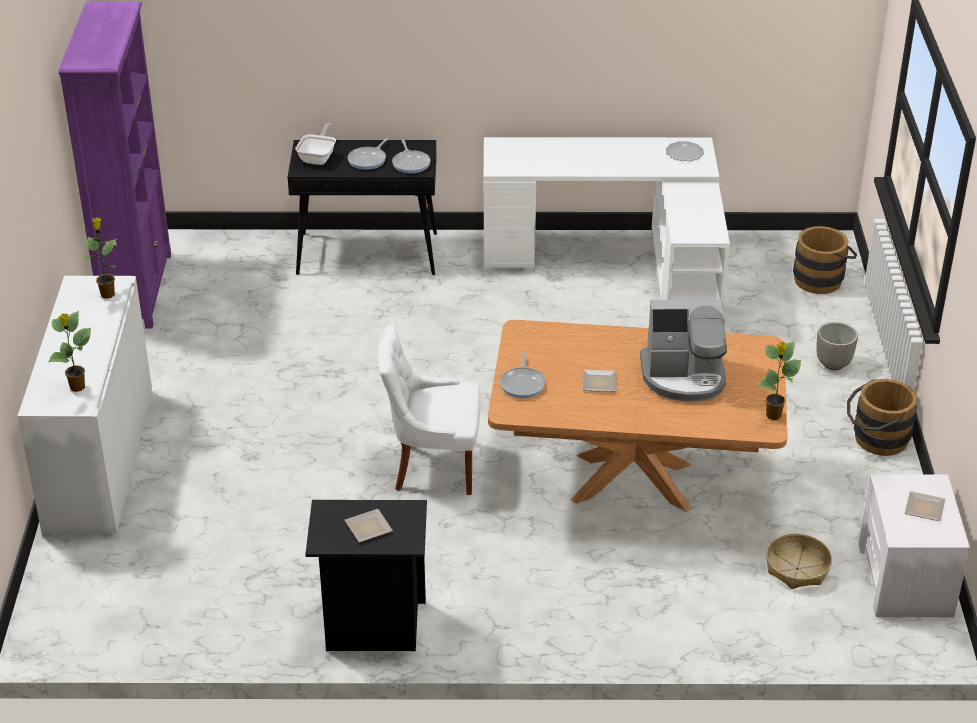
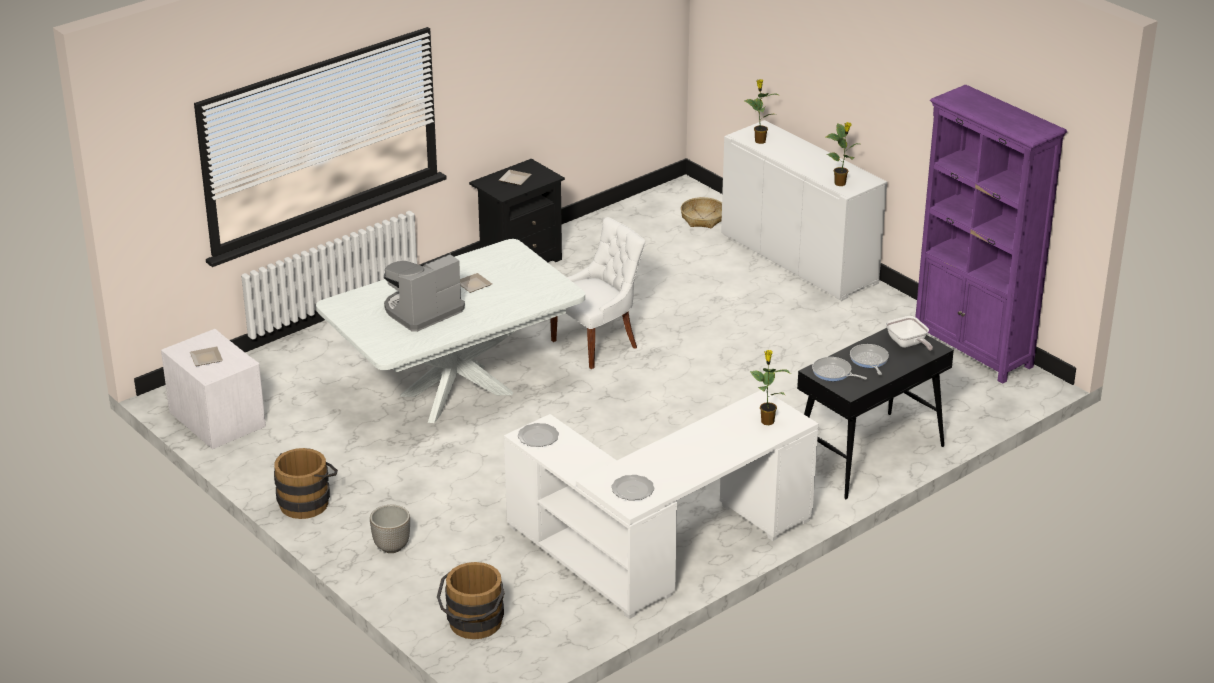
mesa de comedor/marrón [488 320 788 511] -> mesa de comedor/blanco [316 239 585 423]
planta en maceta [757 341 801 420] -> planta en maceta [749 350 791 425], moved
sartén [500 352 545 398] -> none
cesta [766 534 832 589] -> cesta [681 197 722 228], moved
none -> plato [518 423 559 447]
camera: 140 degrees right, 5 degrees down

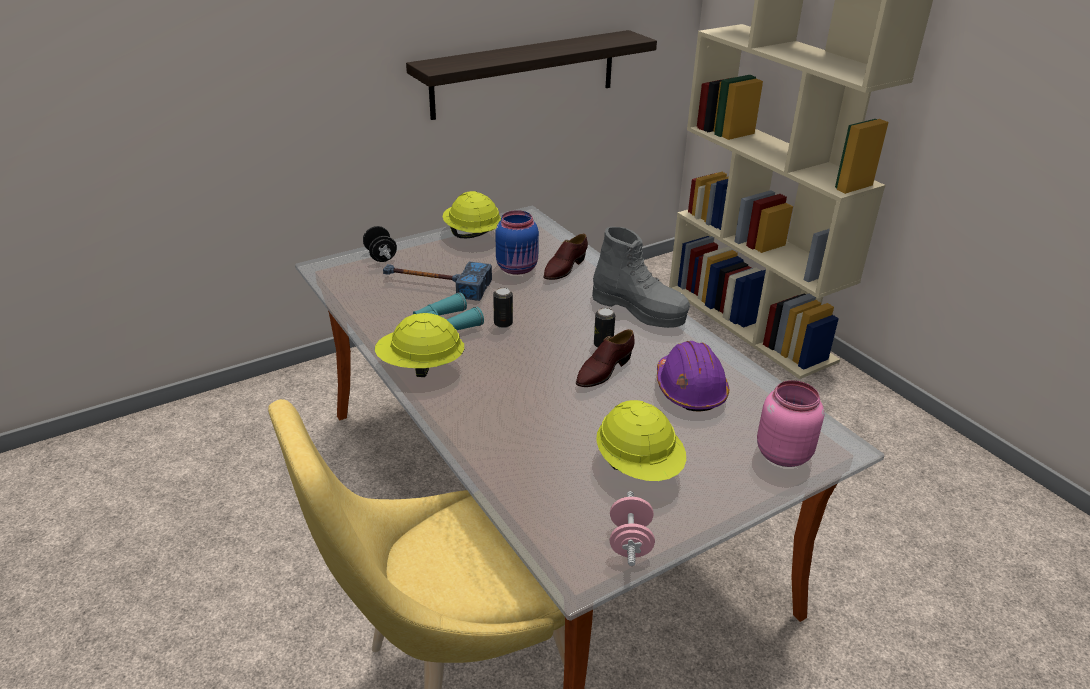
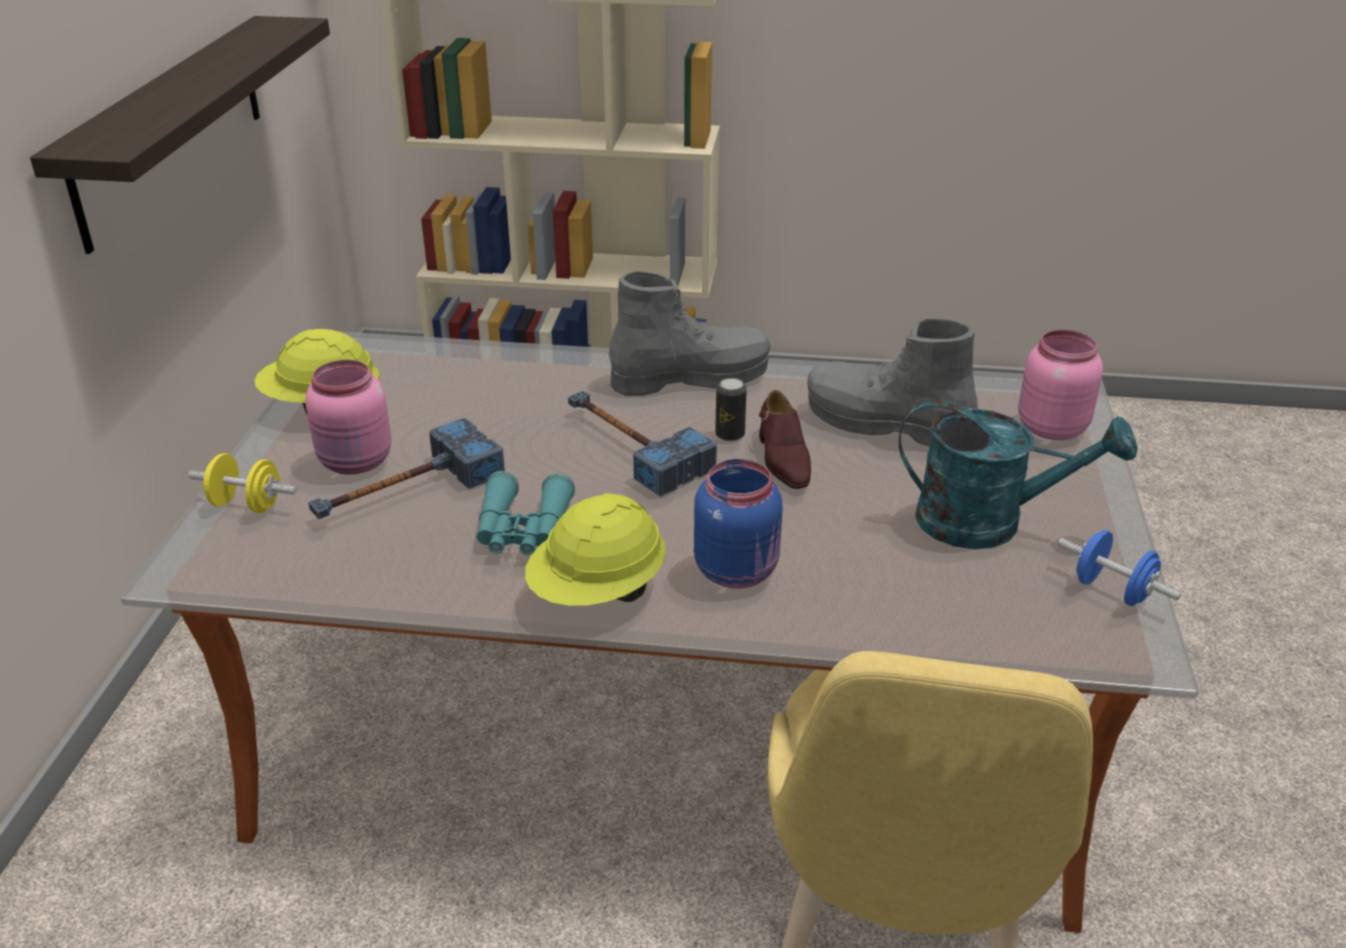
tarro/azul [495 210 539 275] -> tarro/azul [694 459 783 589], moved
mancuerna/negro [363 226 397 262] -> mancuerna/amarillo [188 453 297 513]
zapato/marrón [543 234 588 280] -> none
lata [493 287 513 328] -> none
casco/morado [657 341 729 412] -> bota/gris [807 318 977 447]
casco/amarillo [596 400 686 481] -> regadera/turquesa [899 399 1138 549]
mancuerna/rosa [610 491 655 566] -> mancuerna/azul [1058 530 1181 606]
none -> tarro/rosa [305 360 391 475]
none -> martillo [568 391 717 497]
camera: 50 degrees left, 0 degrees up

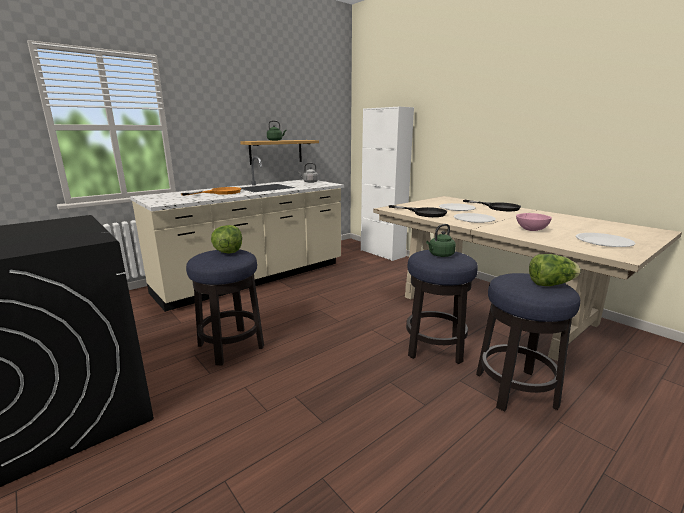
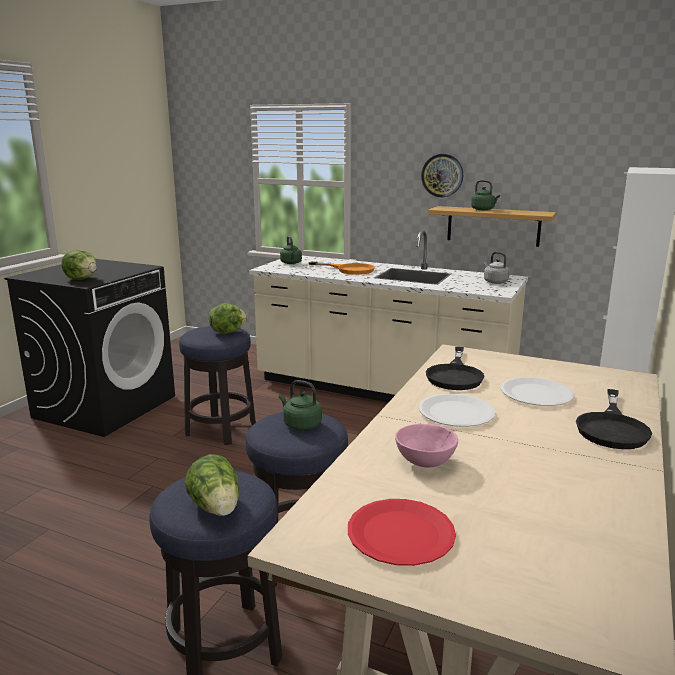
plato/blanco [576 233 635 247] -> plato/rojo [348 499 456 566]
none -> reloj de pared [421 154 463 197]
none -> hervidor/verde [280 236 302 264]
none -> lechuga [61 250 97 280]
camera: 65 degrees right, 0 degrees up

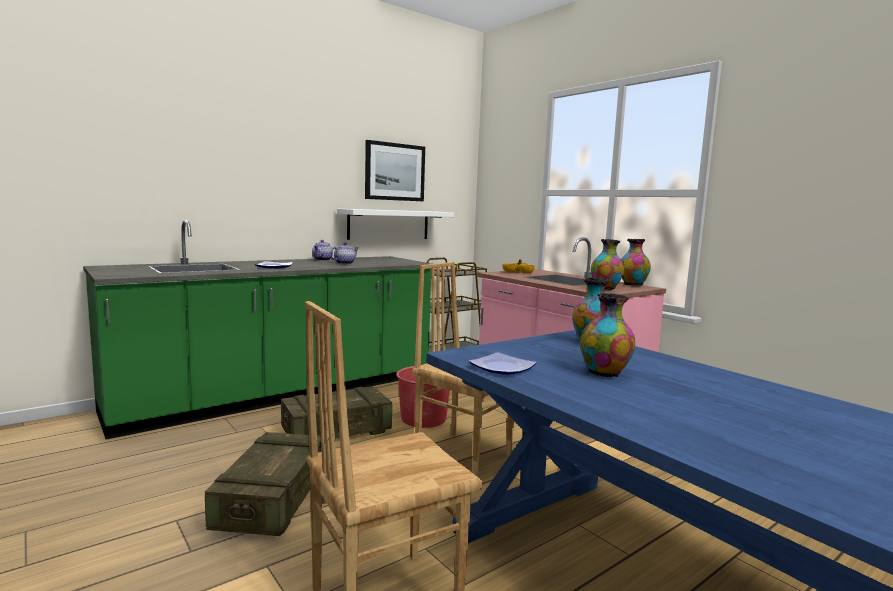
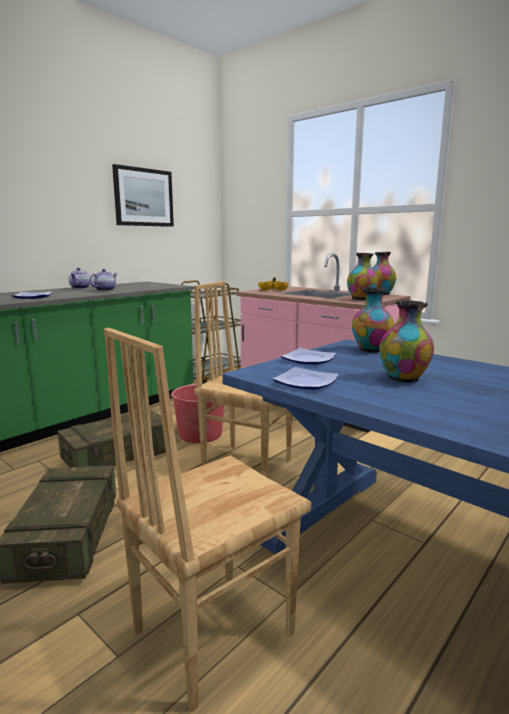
estante/blanco [337 209 454 240] -> none
none -> plato [281 348 337 365]
camera: 10 degrees left, 5 degrees up

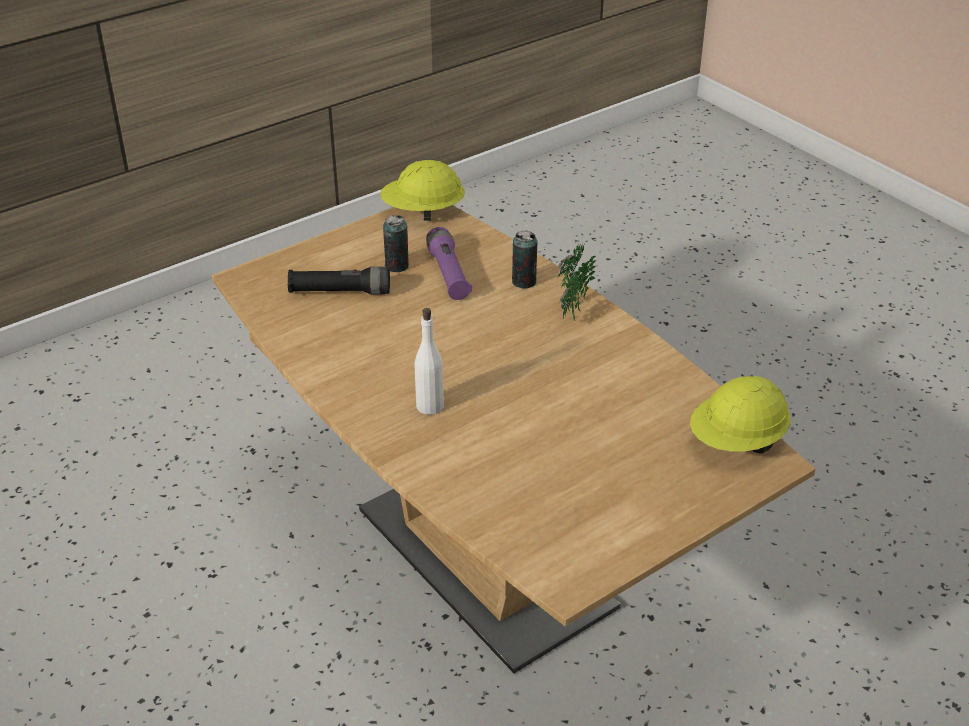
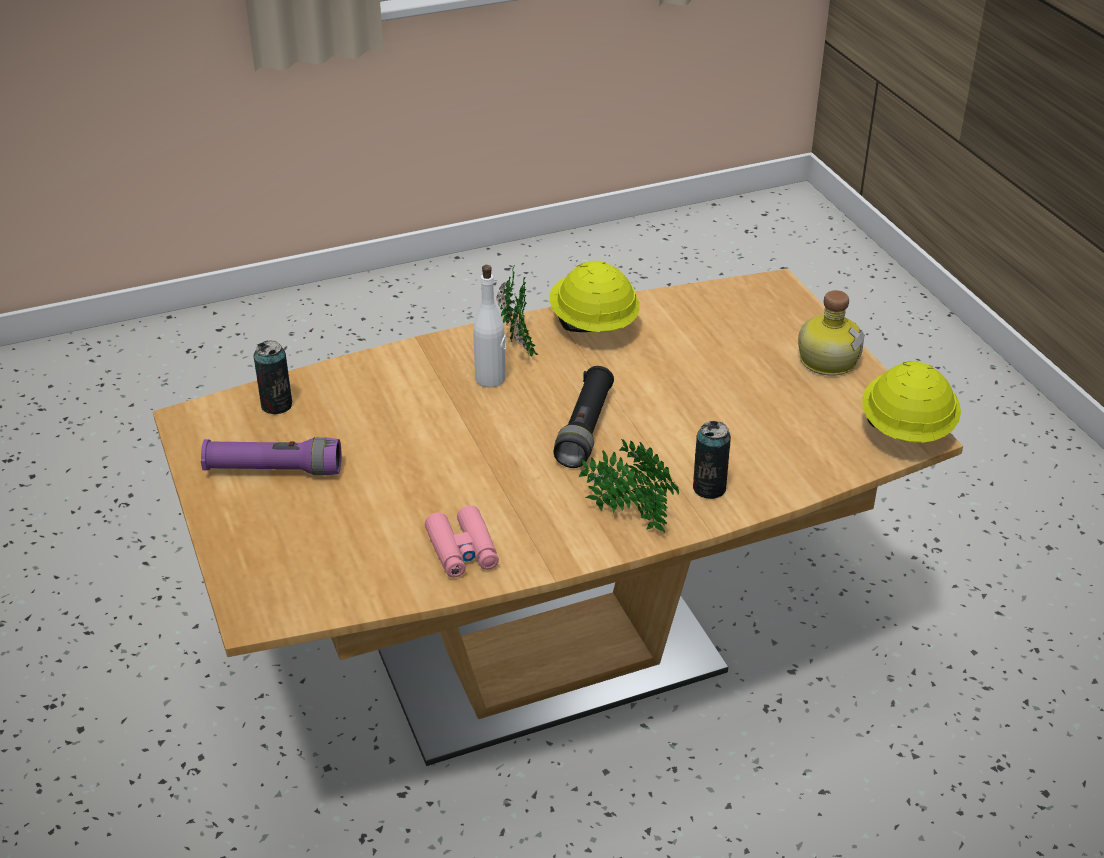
lata [383 215 409 272] -> lata [254 340 292 414], moved
linterna/morado [426 227 472 300] -> linterna/morado [201 437 341 475], moved
linterna/negro [288 266 390 295] -> linterna/negro [553 366 614 468], moved
casco/amarillo [690 376 791 453] -> casco/amarillo [549 261 639 332], moved
none -> planta en maceta [496 266 538 357]
none -> botella [798 290 865 376]
none -> prismáticos/rosa [425 505 499 578]
camera: 105 degrees right, 0 degrees up

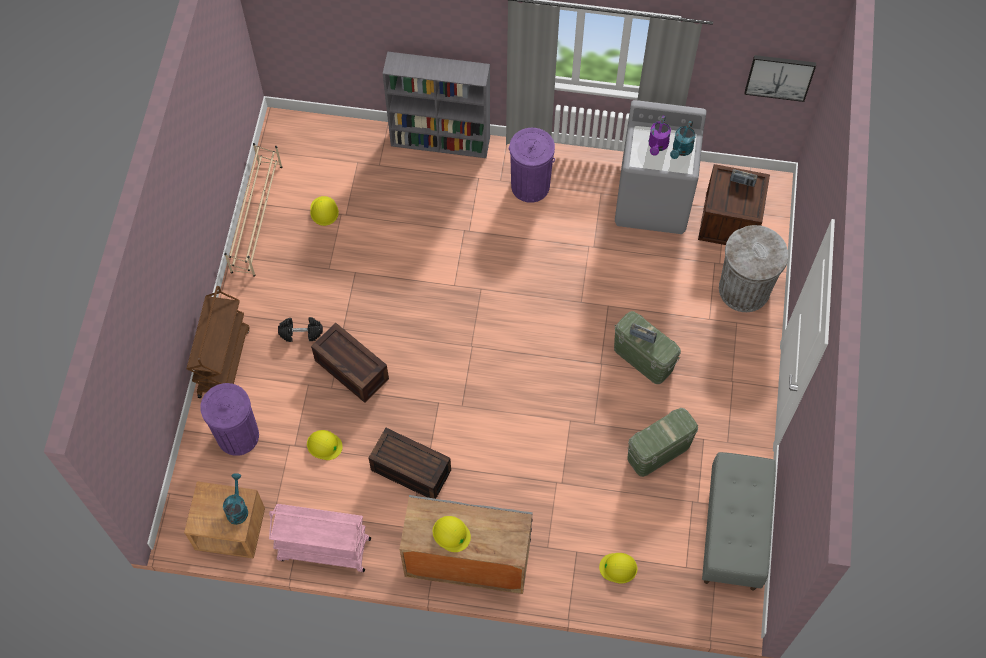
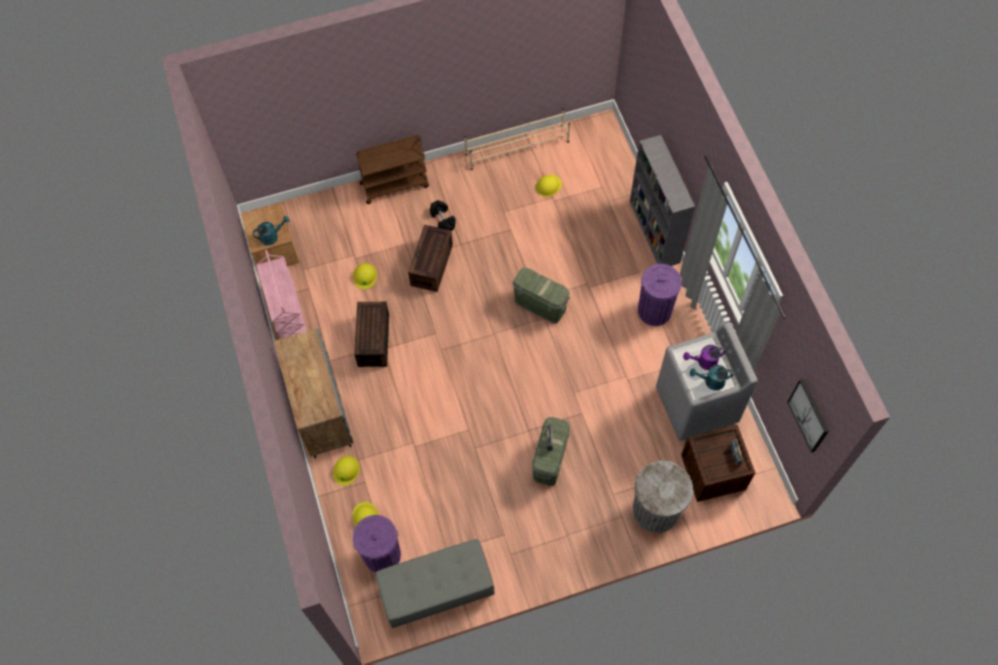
papelera/morado [200 383 259 456] -> papelera/morado [353 515 401 572], moved
caja de almacenaje/verde [627 408 698 477] -> caja de almacenaje/verde [512 267 570 323], moved
casco/amarillo [433 516 471 552] -> casco/amarillo [333 456 360 486], moved
camera: 65 degrees right, 0 degrees up

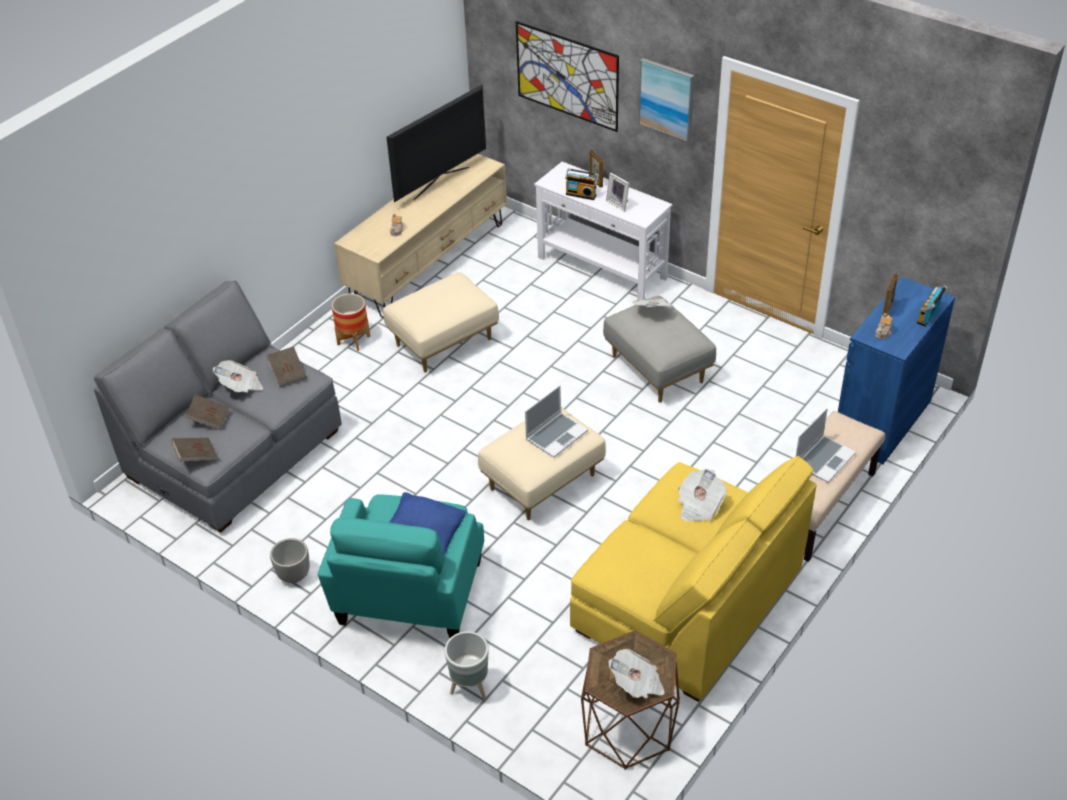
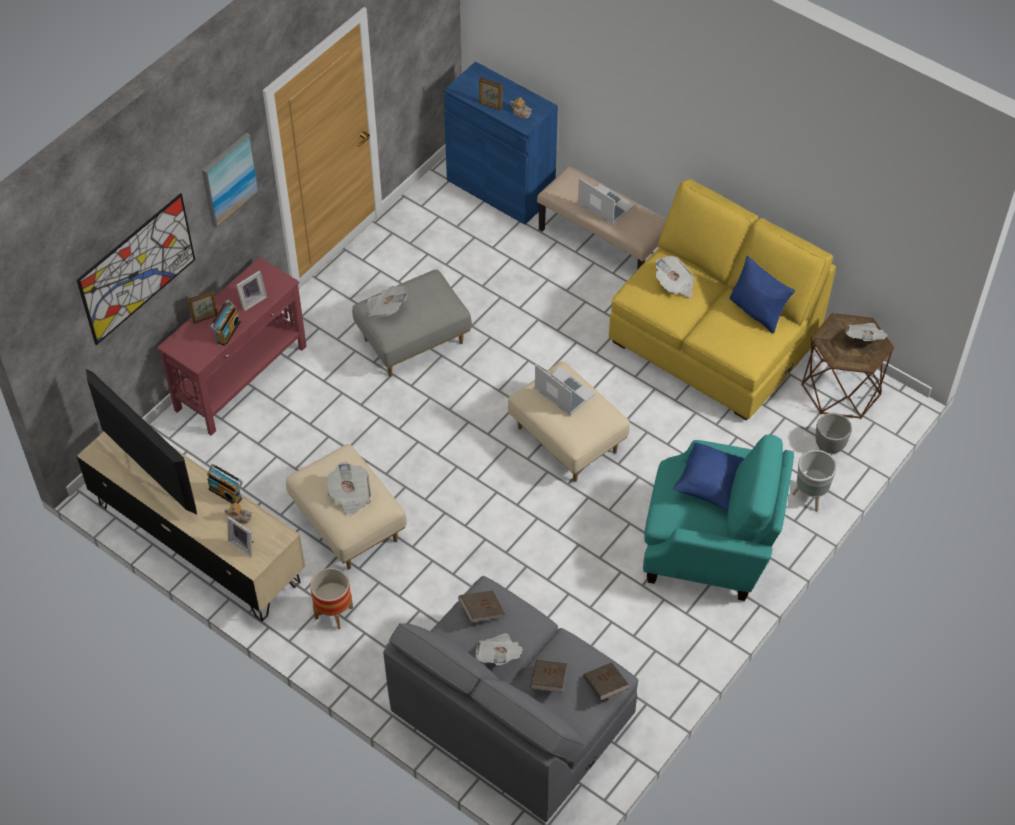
mesa consola/blanco [534 162 672 300] -> mesa consola/rojo [157 257 307 436]
radio [917 285 947 327] -> radio [207 464 243 504], moved
maceta [270 538 310 583] -> maceta [815 413 852 454], moved
none -> cojín/azul [730 256 795 333]
none -> periódico [327 462 371 516]
none -> portarretratos [227 516 254 557]
camera: 90 degrees left, 10 degrees up

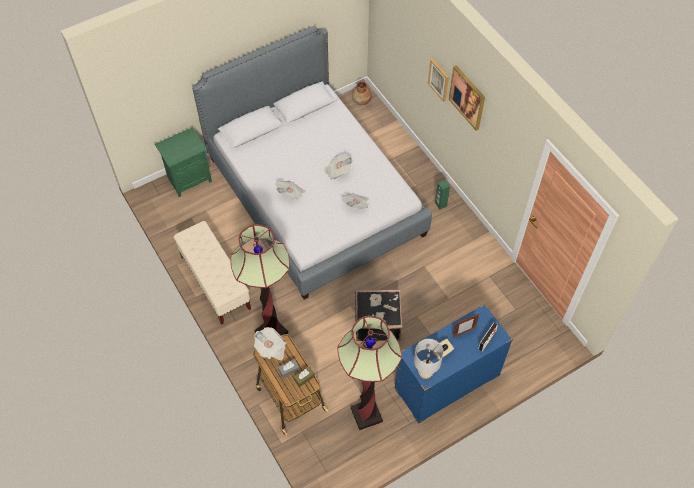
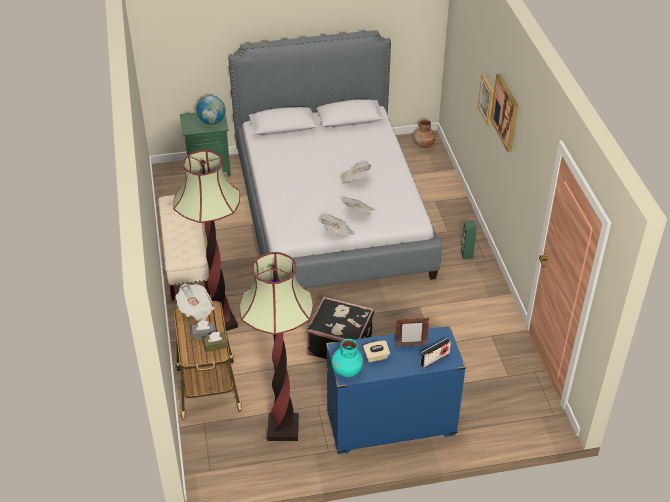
periódico [276 181 306 199] -> periódico [320 214 355 237], moved
lámpara de mesa/blanco [414 339 443 379] -> florero/turquesa [331 339 363 377]
none -> globo terráqueo [197 96 225 125]
camera: 20 degrees right, 15 degrees down

